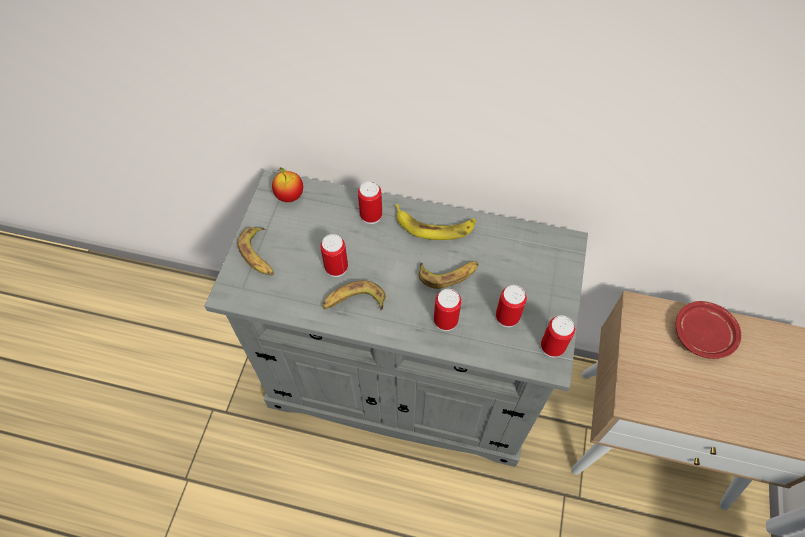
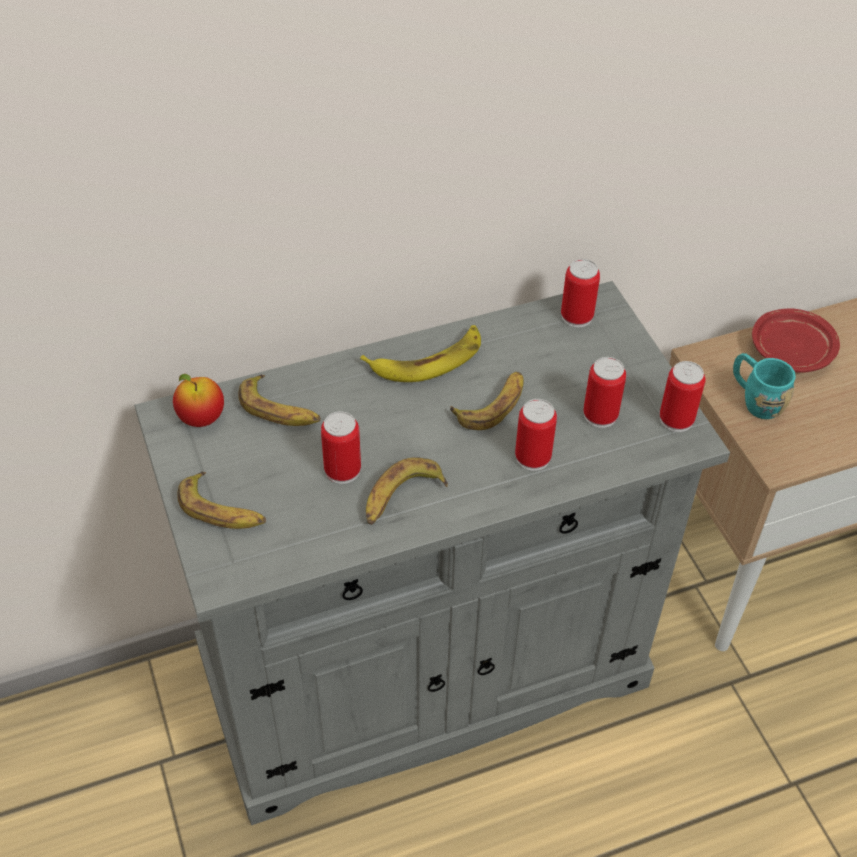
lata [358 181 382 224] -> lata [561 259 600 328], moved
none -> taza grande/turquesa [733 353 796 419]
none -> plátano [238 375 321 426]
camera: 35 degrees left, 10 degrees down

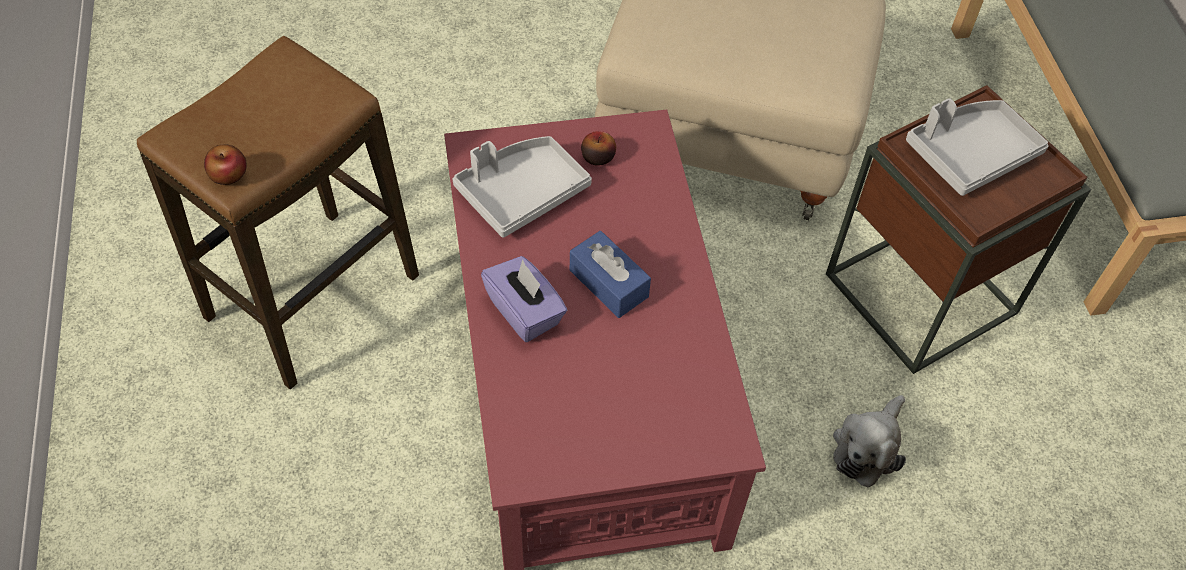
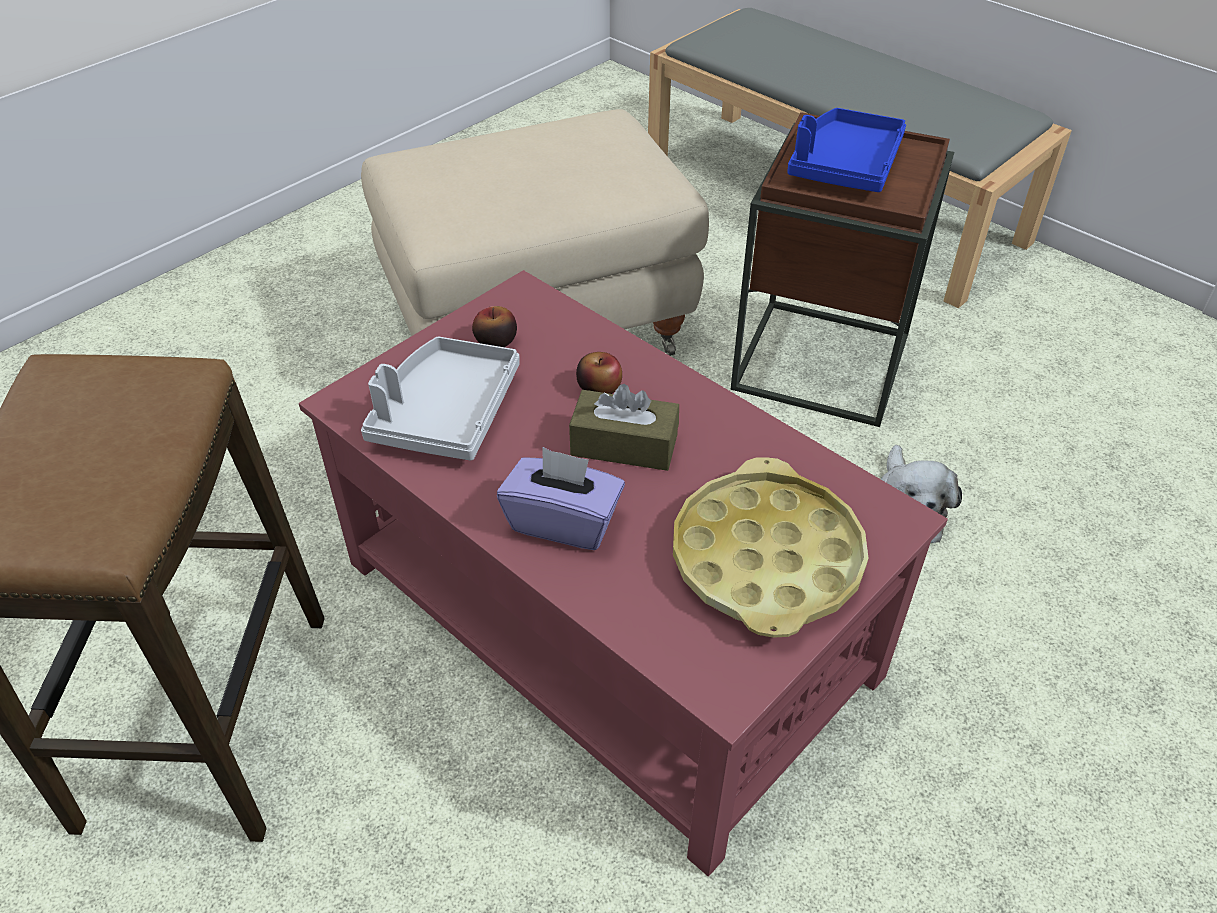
bandeja/gris [906 98 1049 196] -> bandeja/azul [787 108 906 192]
manzana [204 145 247 185] -> manzana [576 352 622 394], moved
caja de pañuelos/azul [570 231 651 318] -> caja de pañuelos/marrón [569 384 679 471]
none -> bandeja/amarillo [673 457 868 638]
camera: 35 degrees left, 10 degrees down

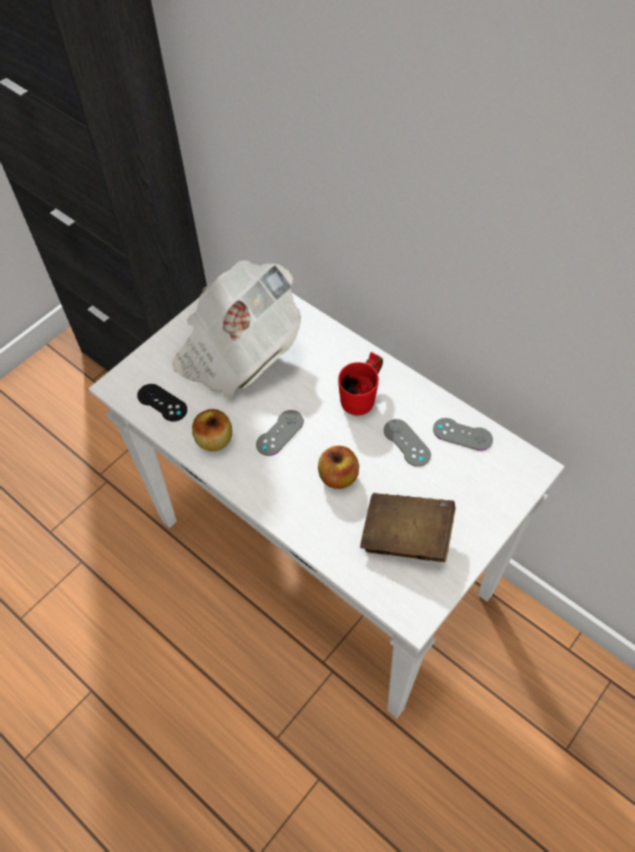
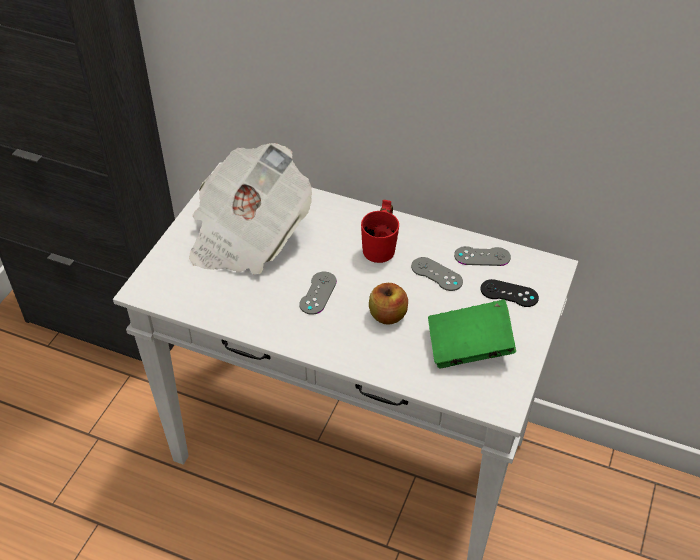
mando de consola/negro [137 384 187 422] -> mando de consola/negro [480 279 539 307], moved
manzana [192 409 232 451] -> none
libro/marrón [360 493 456 562] -> libro/verde [428 299 516 368]
camera: 20 degrees left, 10 degrees down

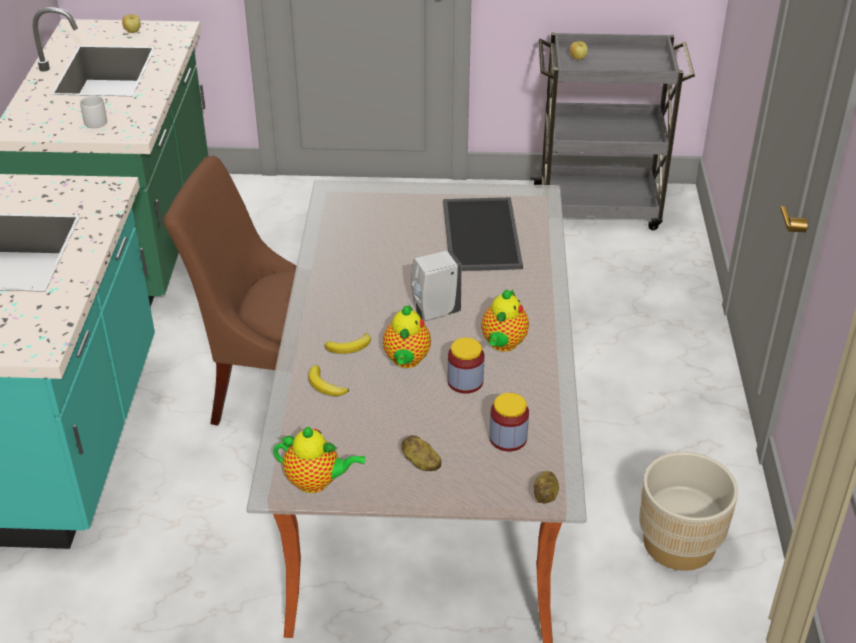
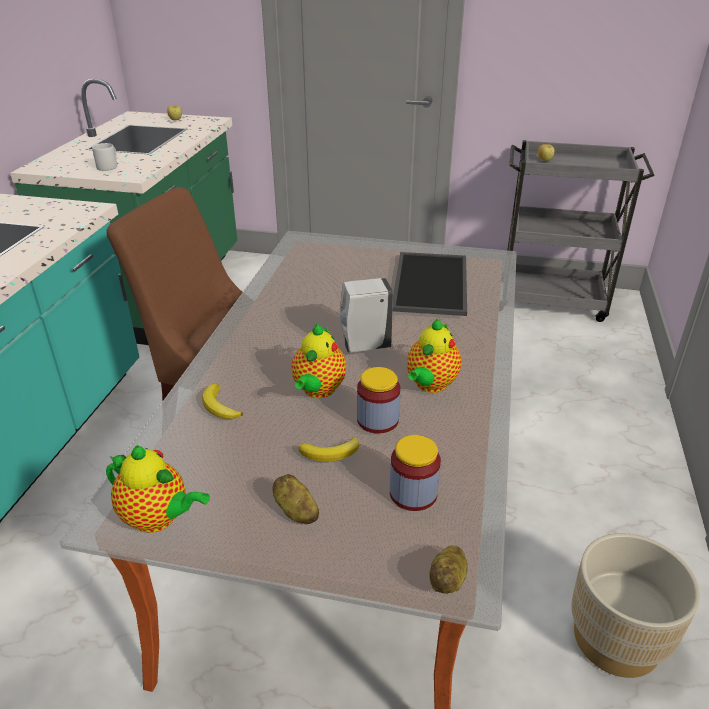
plátano [325 333 371 354] -> plátano [299 437 359 461], moved
camera: 10 degrees right, 5 degrees down

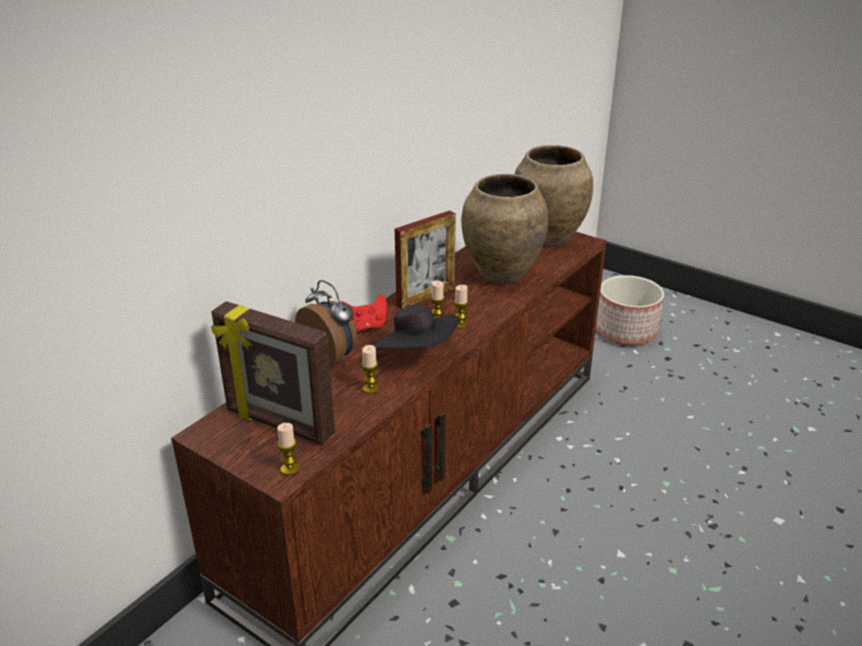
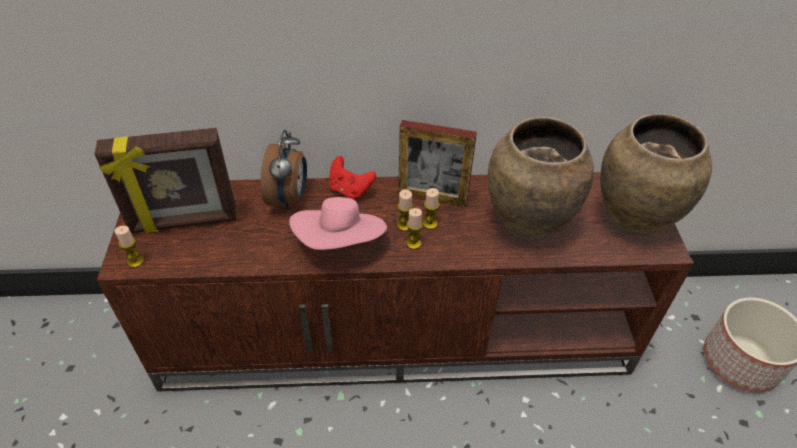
portarretratos [211 301 335 445] -> portarretratos [94 128 236 233], 90 degrees counterclockwise
sombrero/negro [373 305 459 349] -> sombrero/rosa [289 197 387 250]
vela [361 345 379 394] -> vela [423 188 440 230], moved
camera: 50 degrees right, 15 degrees up

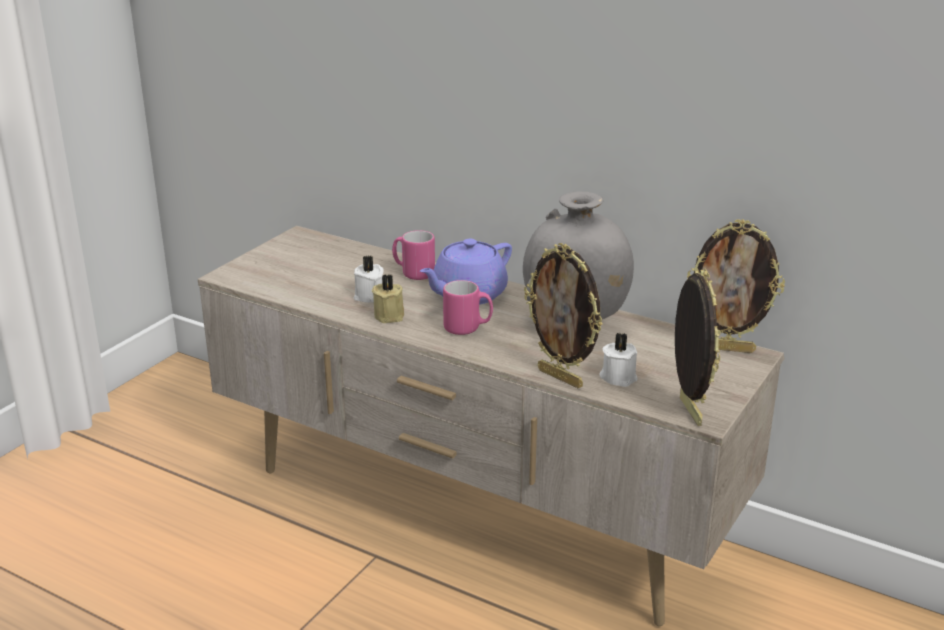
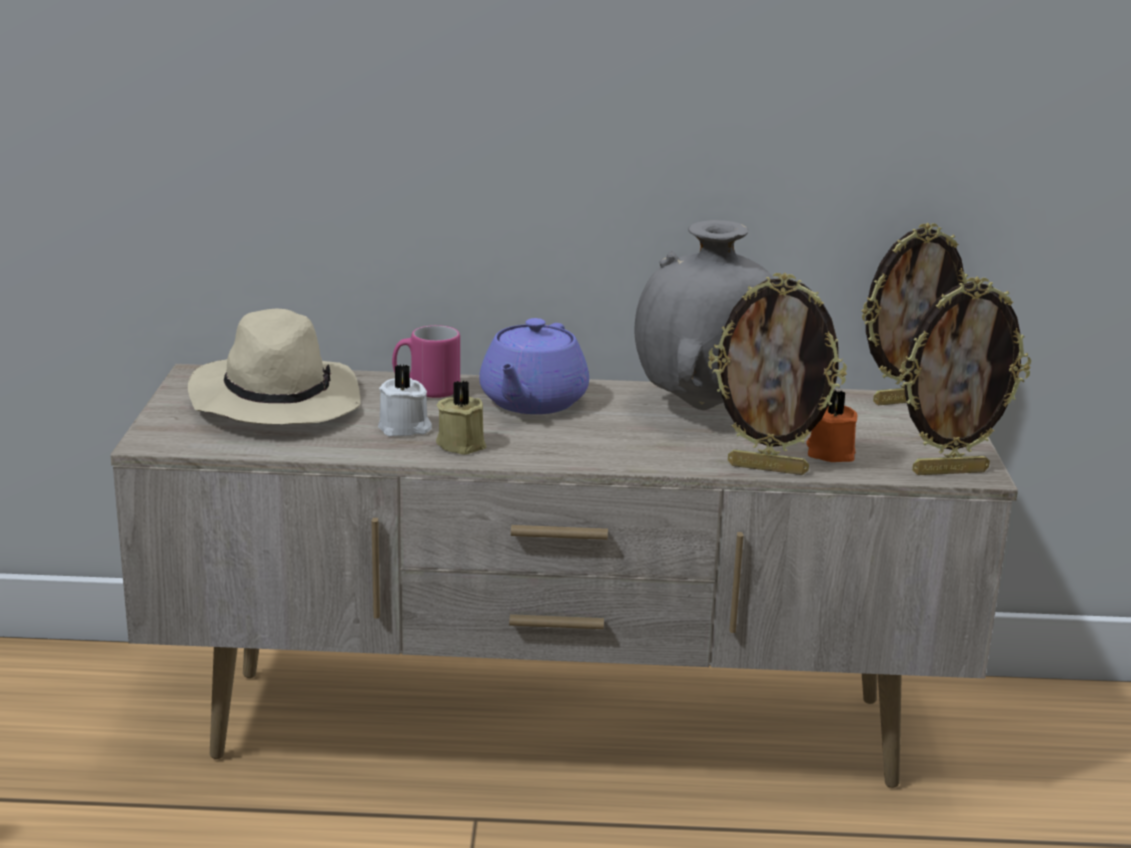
portarretratos [675 269 720 426] -> portarretratos [899 277 1031 475], 120 degrees clockwise
taza grande/rosa [443 280 493 335] -> none
vela/blanco [600 333 638 387] -> vela/naranja [806 390 857 462]
none -> sombrero/beis [188 309 361 424]
camera: 30 degrees left, 5 degrees down

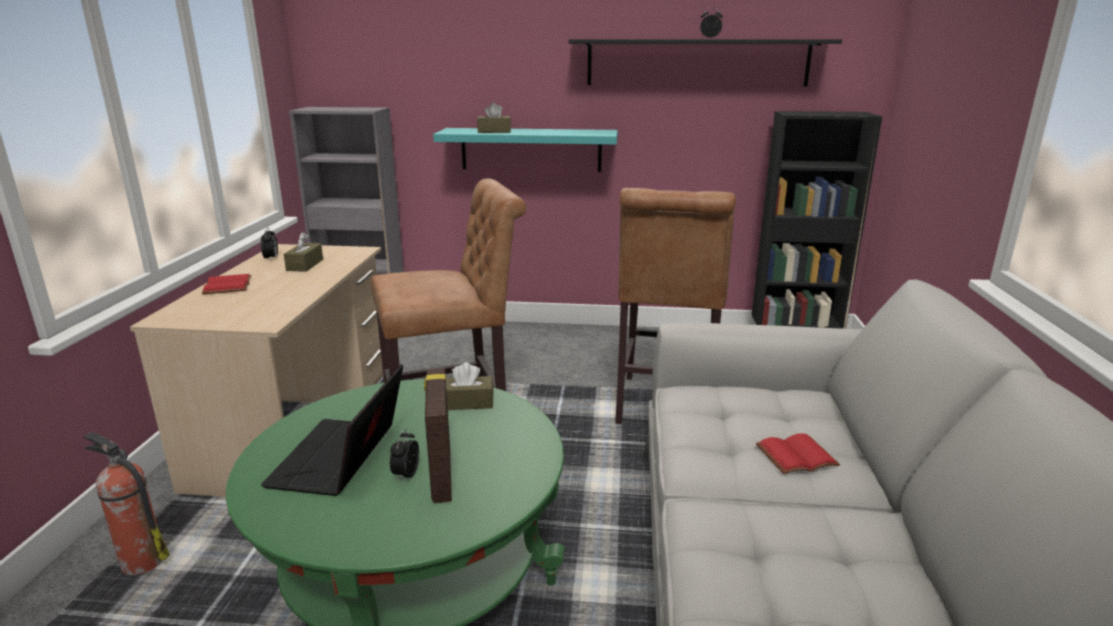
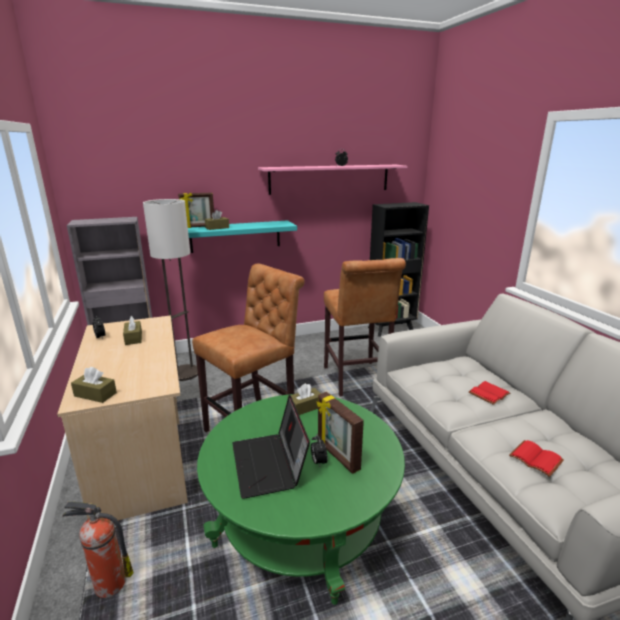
estante/negro [569 39 842 86] -> estante/rosa [258 165 407 195]
libro/rojo [202 274 252 294] -> libro/rojo [509 440 564 477], moved
none -> portarretratos [178 192 214 228]
none -> lámpara de pie [143 199 198 381]
none -> caja de pañuelos/marrón [71 367 117 403]
camera: 25 degrees left, 0 degrees up

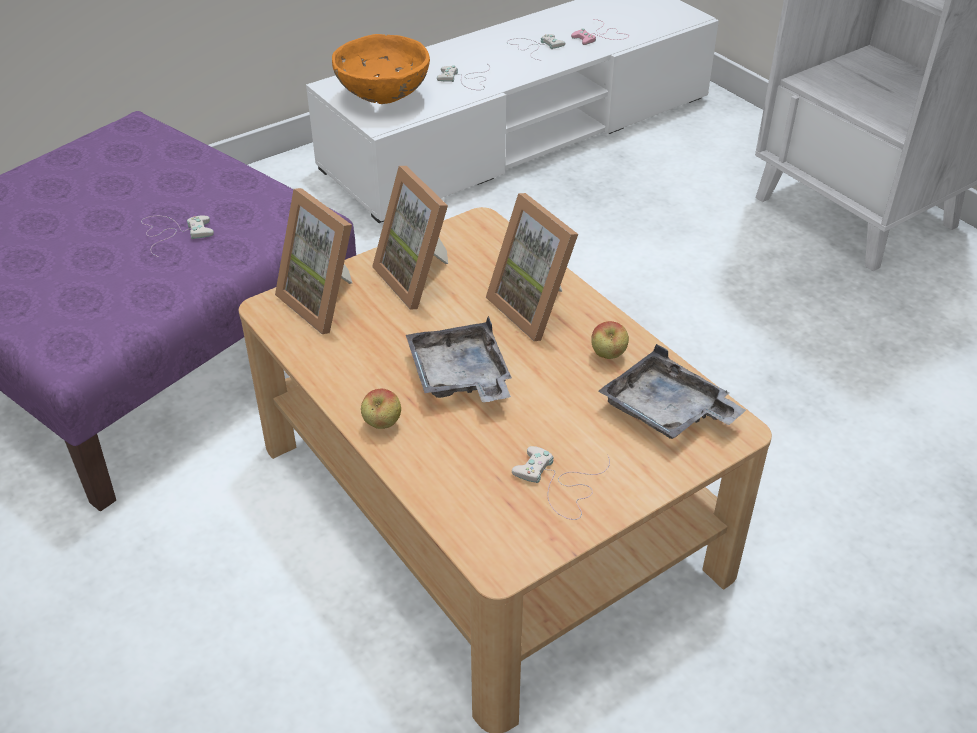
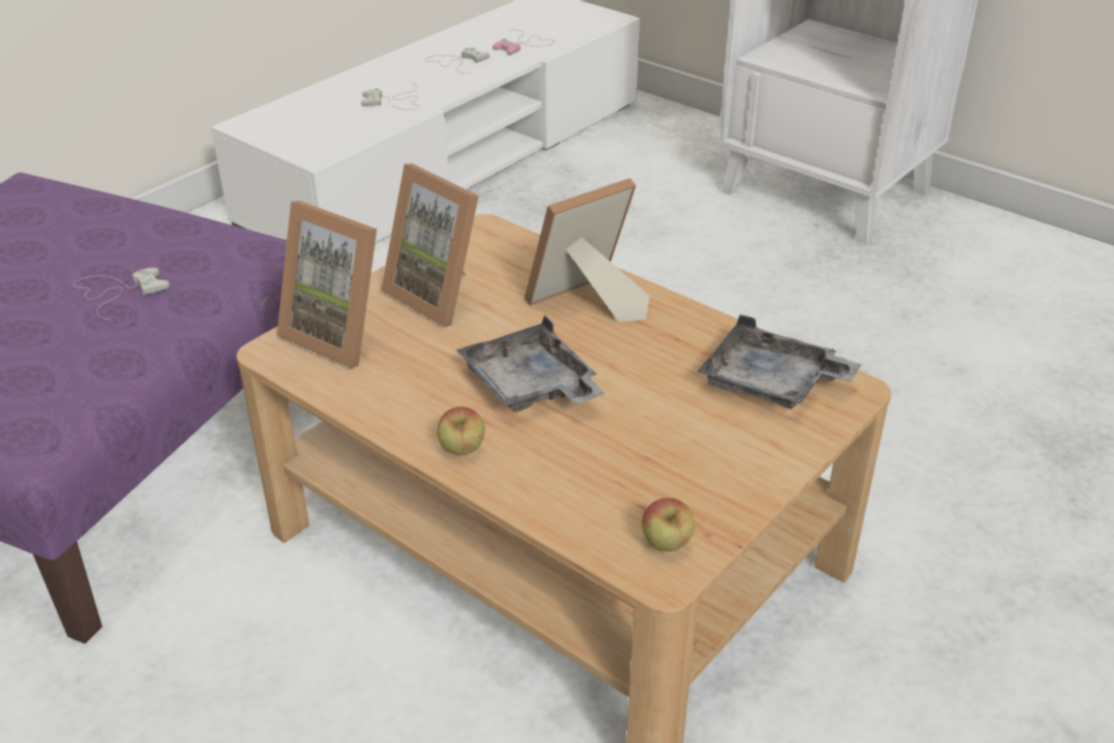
cuenco/naranja [332 34 430 104] -> none
portarretratos [486 193 578 341] -> portarretratos [524 178 650 322], 105 degrees clockwise
manzana [591 321 629 359] -> manzana [642 498 695 551], moved
mando de consola/blanco [512 446 610 520] -> none
camera: 15 degrees left, 5 degrees down

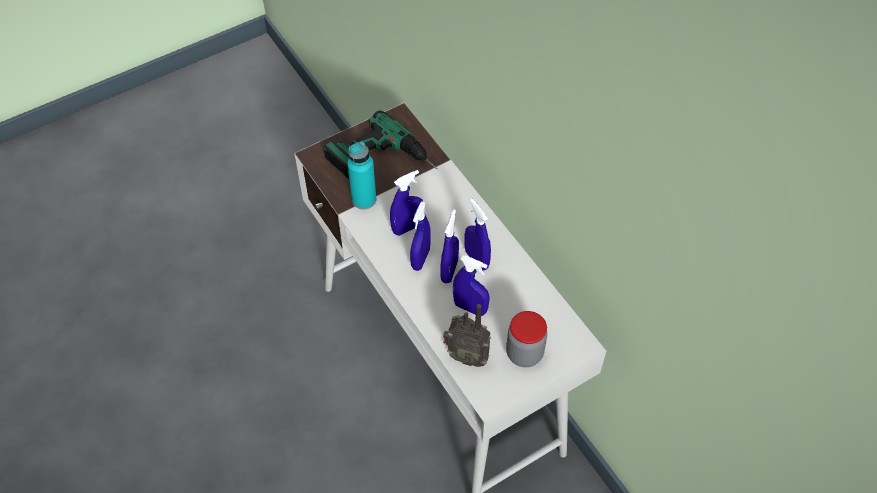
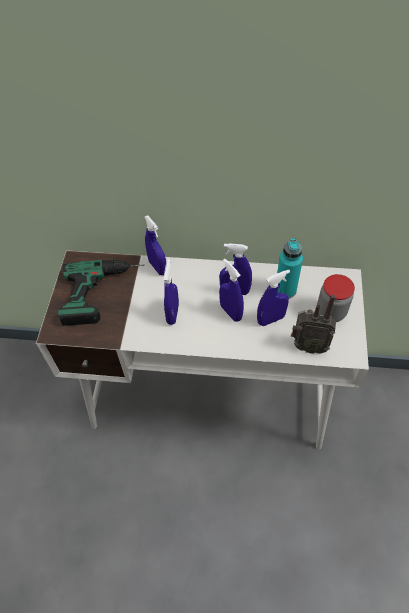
botella/turquesa [347 142 376 209] -> botella/turquesa [277 238 303 299], moved
pulverizador/azul [410 201 431 271] -> pulverizador/azul [144 215 166 275], moved
radio [443 304 491 367] -> radio [291 295 336 354], 45 degrees clockwise
camera: 50 degrees left, 0 degrees up

